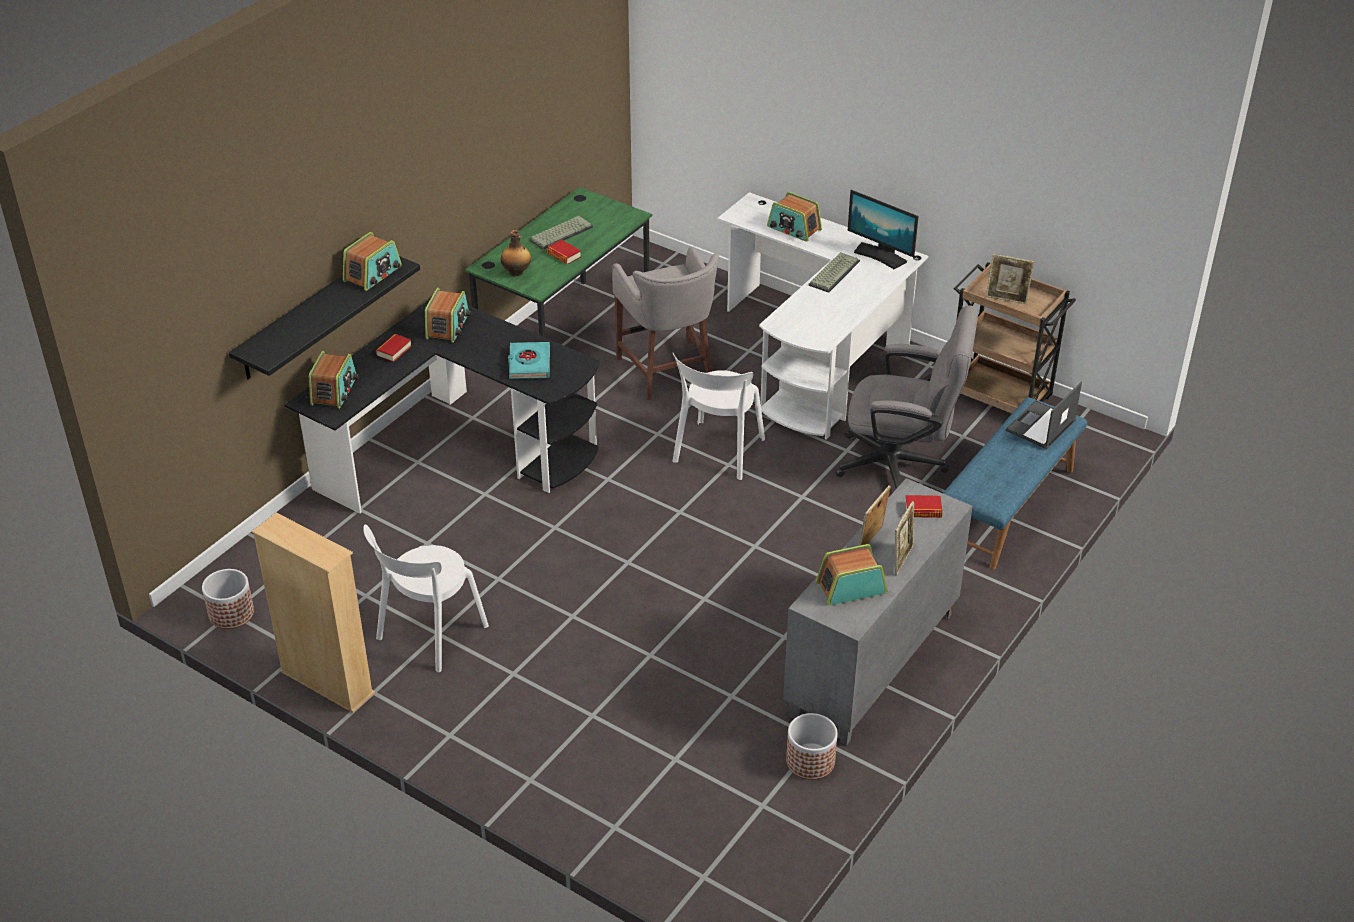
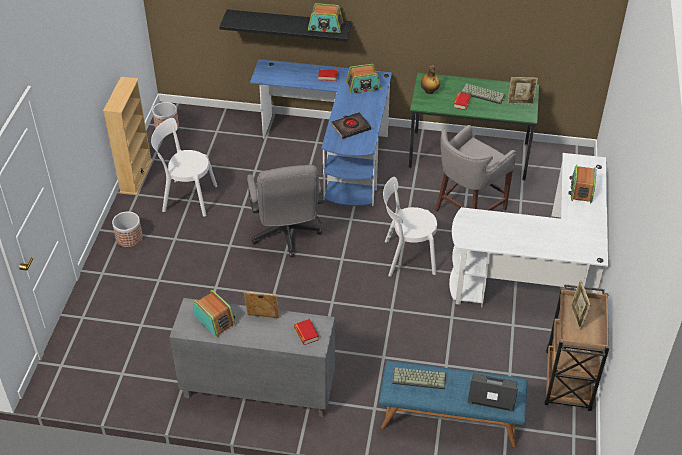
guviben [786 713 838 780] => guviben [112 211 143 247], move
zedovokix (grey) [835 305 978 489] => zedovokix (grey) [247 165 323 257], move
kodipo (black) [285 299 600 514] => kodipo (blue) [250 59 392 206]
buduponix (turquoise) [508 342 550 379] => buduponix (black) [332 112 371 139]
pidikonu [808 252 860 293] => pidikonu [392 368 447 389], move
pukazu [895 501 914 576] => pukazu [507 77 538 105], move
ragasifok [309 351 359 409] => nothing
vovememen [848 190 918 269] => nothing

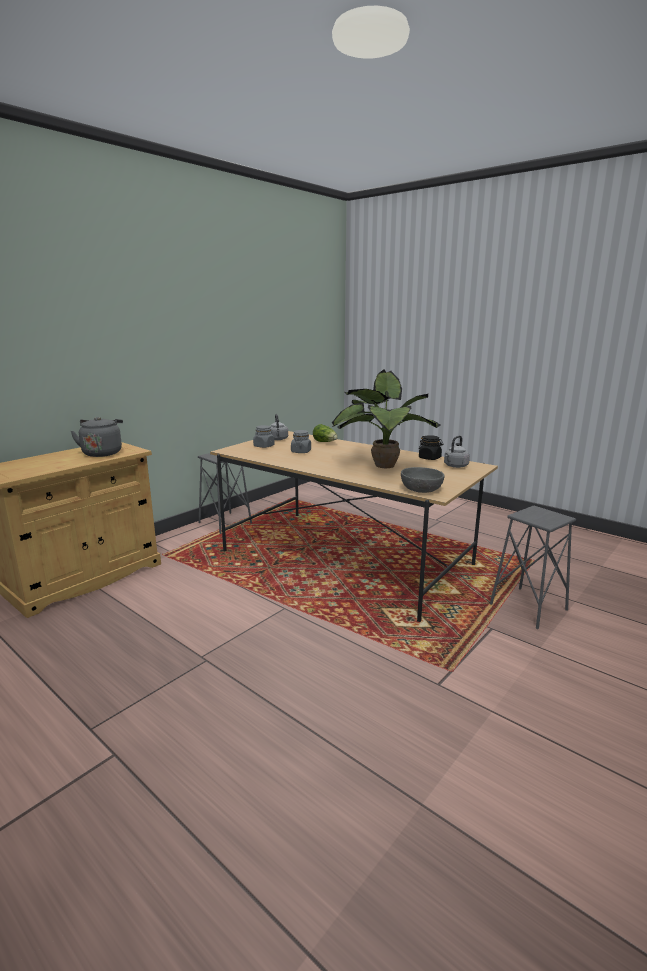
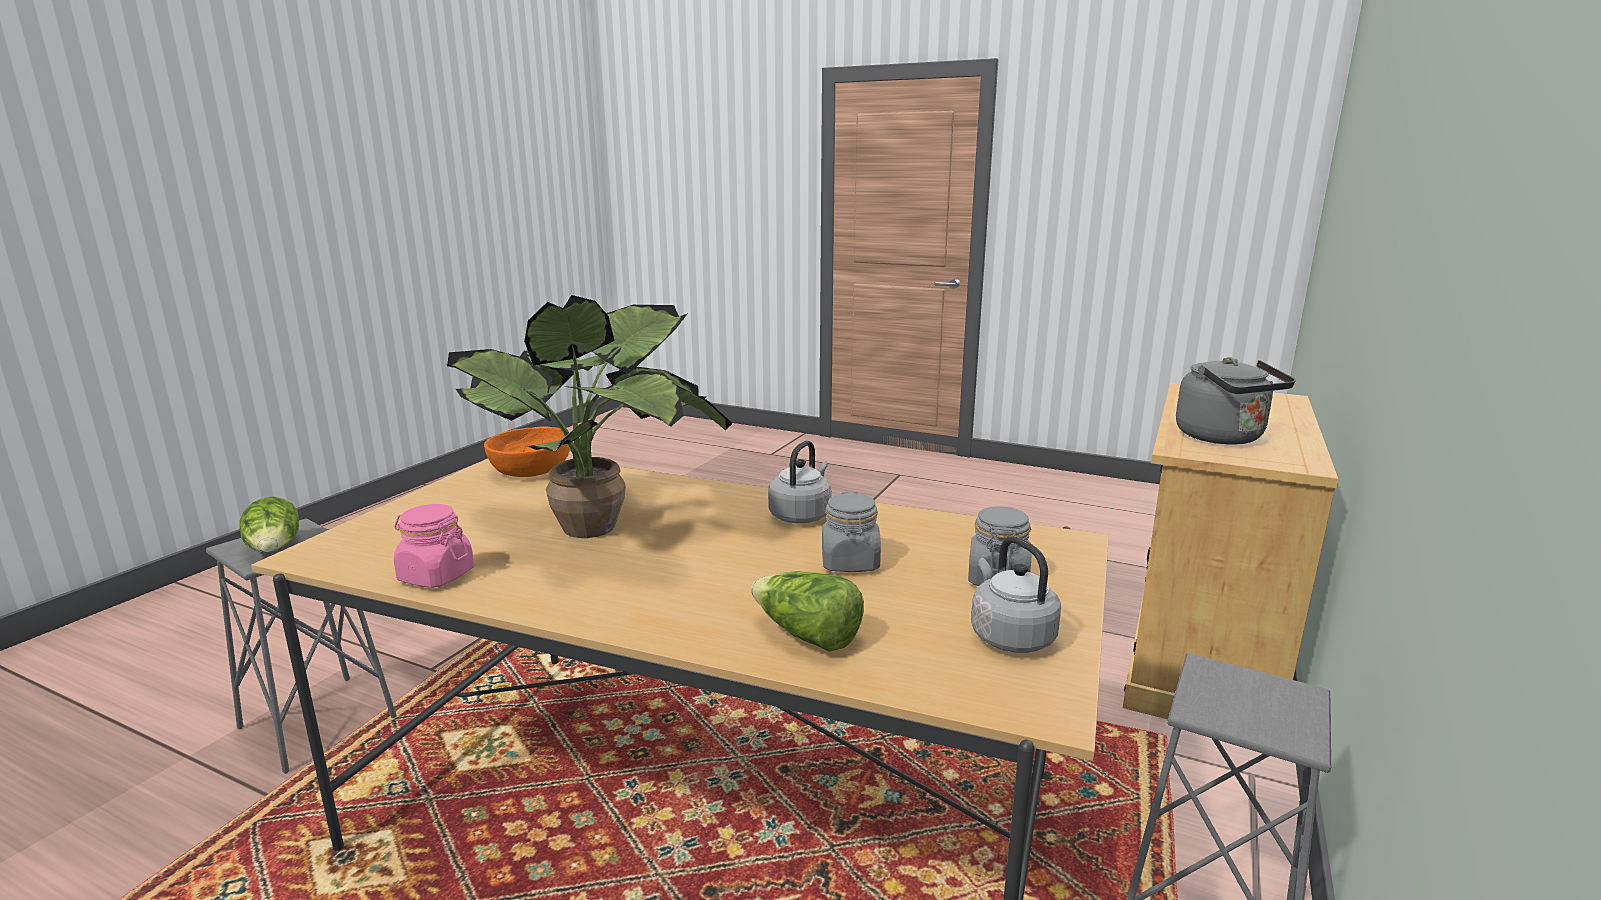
nothing => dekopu [239 497 299 553]
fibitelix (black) [419 435 443 460] => fibitelix (pink) [394 504 474 588]
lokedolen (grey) [401 467 444 493] => lokedolen (orange) [484 426 570 477]
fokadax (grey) [444 435 470 468] => fokadax (grey) [768 440 832 523], move

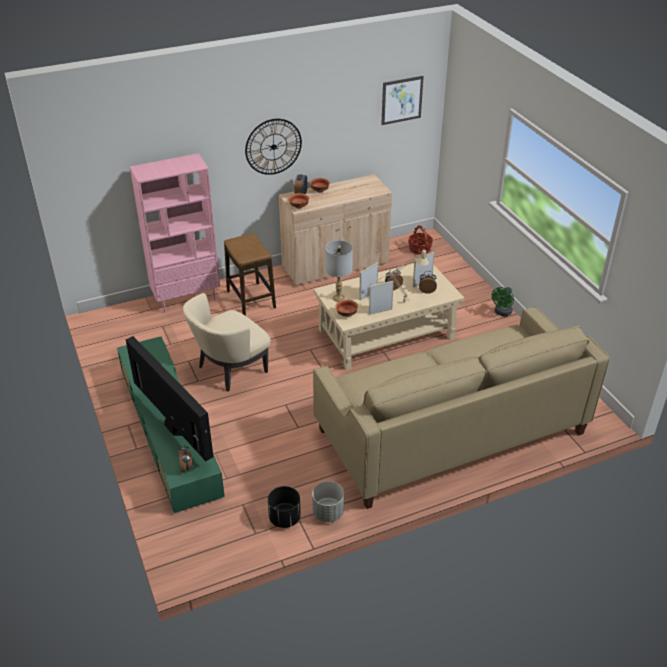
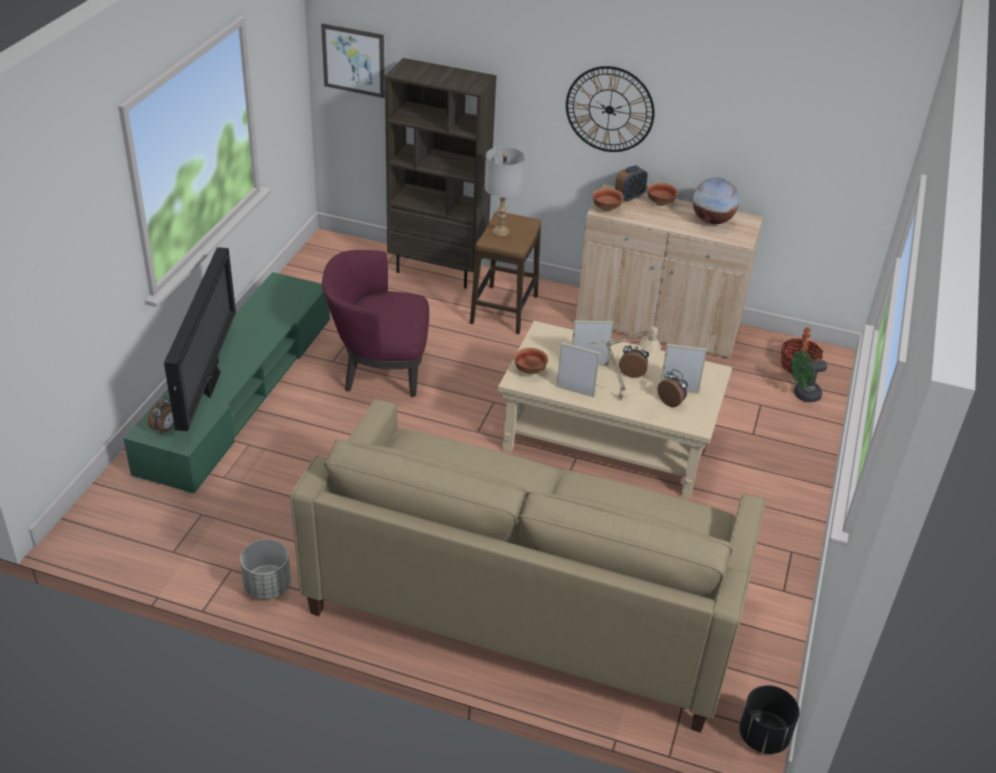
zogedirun [381 76 424 125] => zogedirun [321 23 385 98], move
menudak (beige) [183 293 271 392] => menudak (purple) [322 250 429 397]
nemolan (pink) [130 153 220 313] => nemolan (brown) [385 58 496 289]
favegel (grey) [325 240 353 302] => favegel (grey) [485 147 525 236], move
nothing => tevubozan [692 178 739 224]
guviben (black) [268 486 301 528] => guviben (black) [739 685 800 754], move
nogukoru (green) [492 287 514 316] => nogukoru (green) [791 351 827 402], move

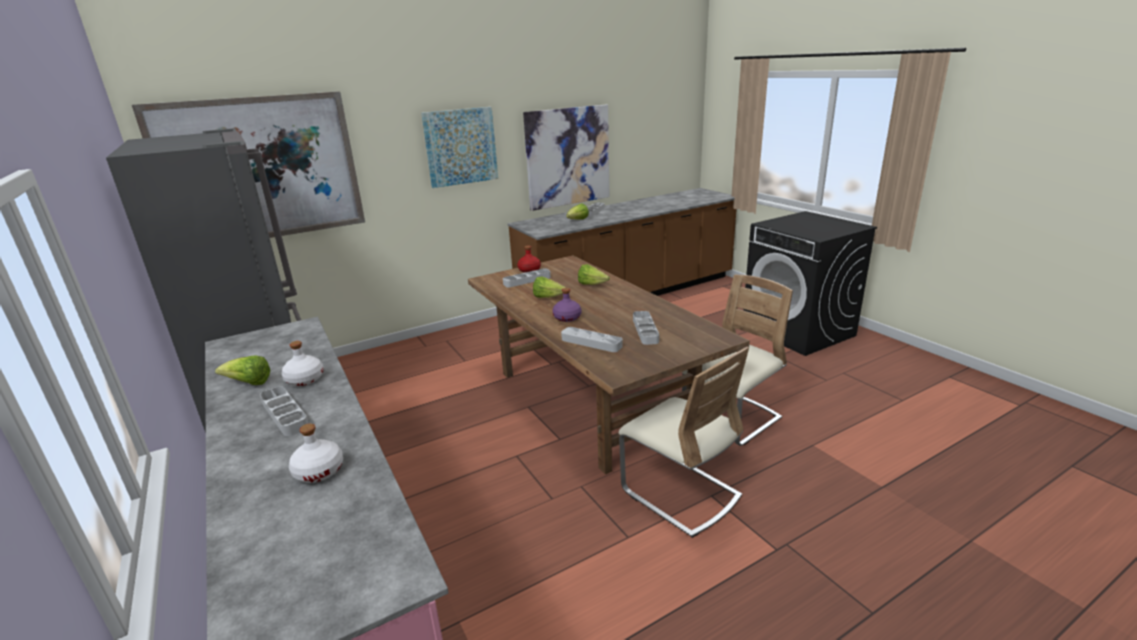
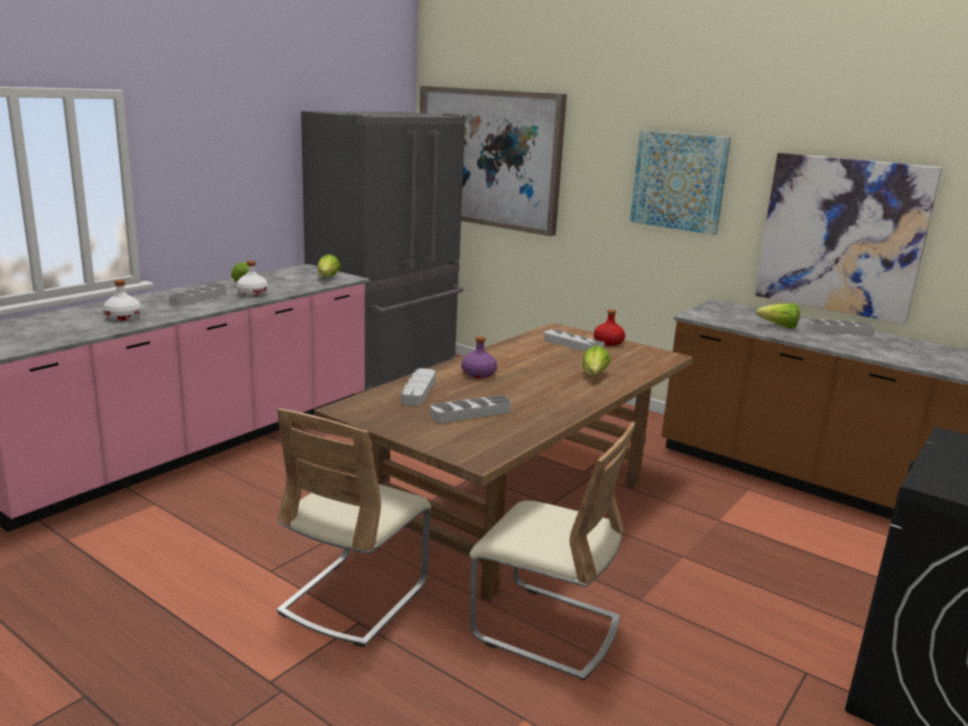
dekopu [533 276 566 298] => dekopu [318 254 340 277], move

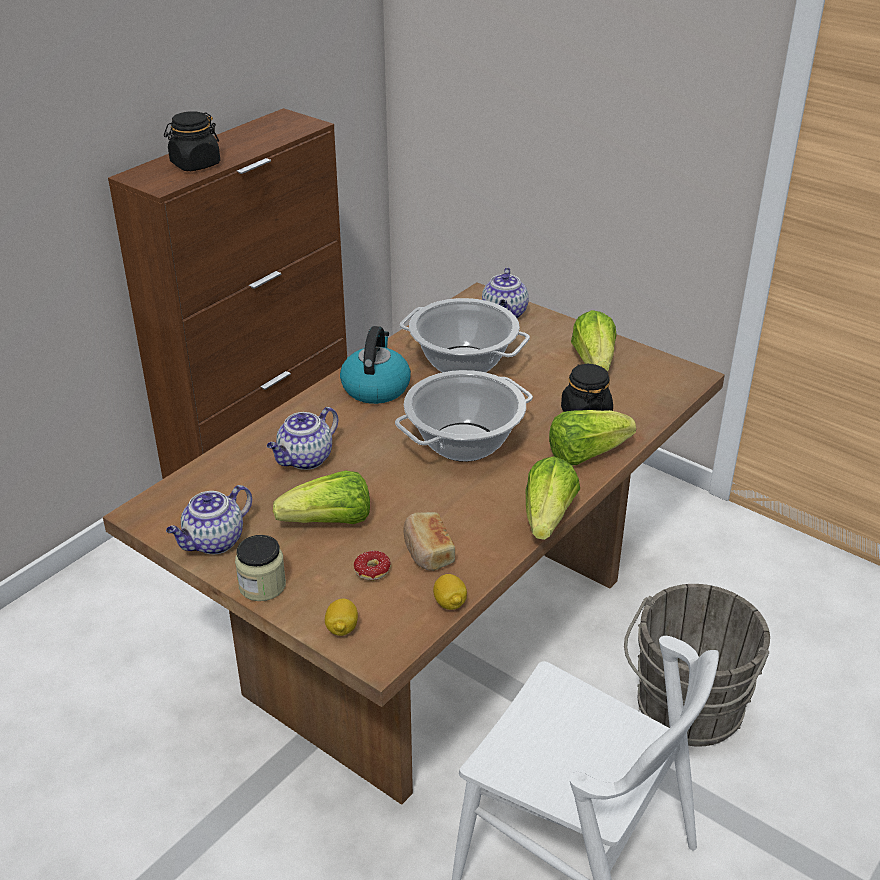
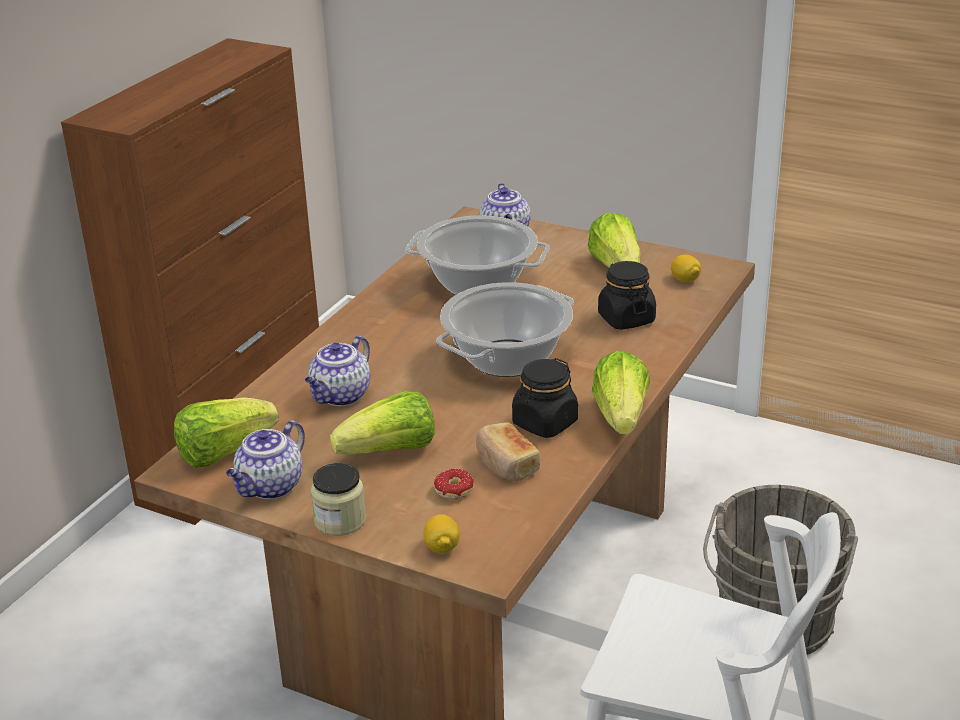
dekopu [549 410 636 465] => dekopu [174 397 279 468], move
fibitelix (black) [164 111 220 171] => fibitelix (black) [512 358 578 438], move
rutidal [433 574 467 610] => rutidal [671 255 701 282], move
fokadax [340 326 411 404] => nothing

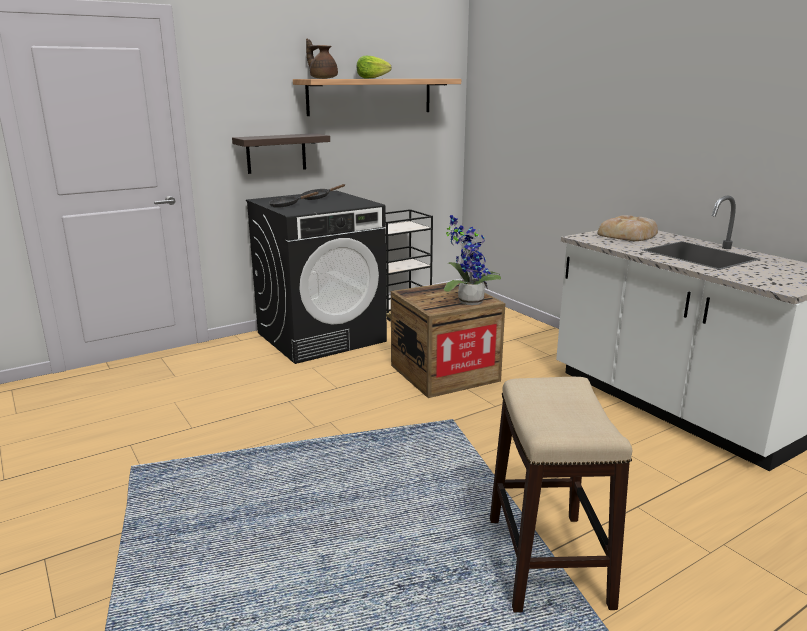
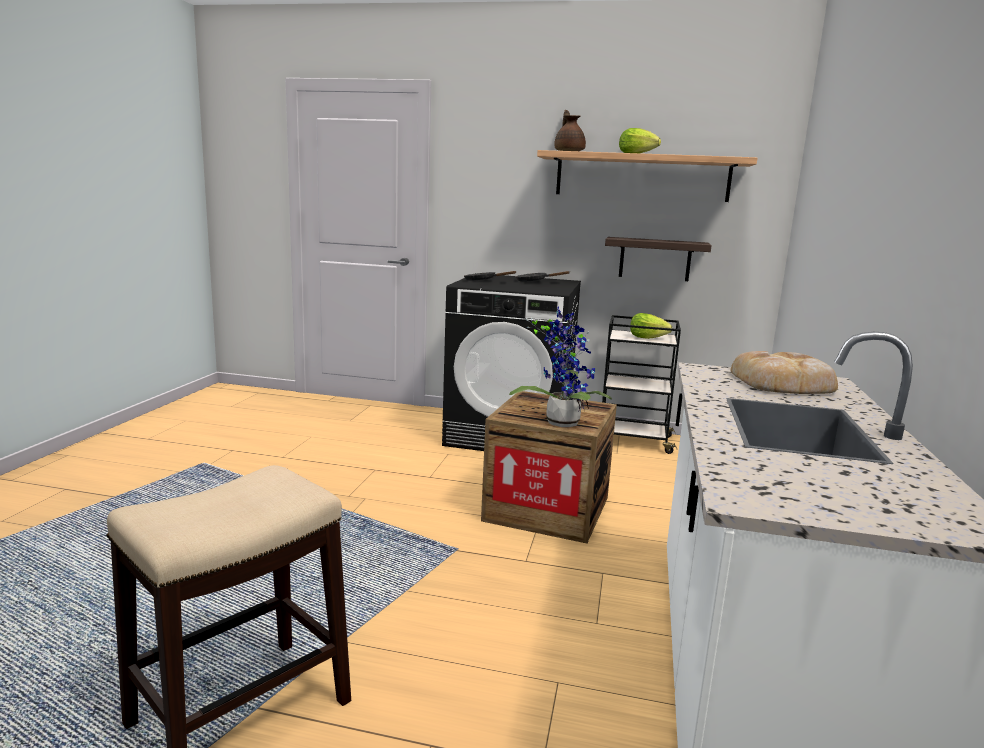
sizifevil [232 133 330 174] => sizifevil [605 237 712 281], move
nothing => dekopu [630 313 672 339]

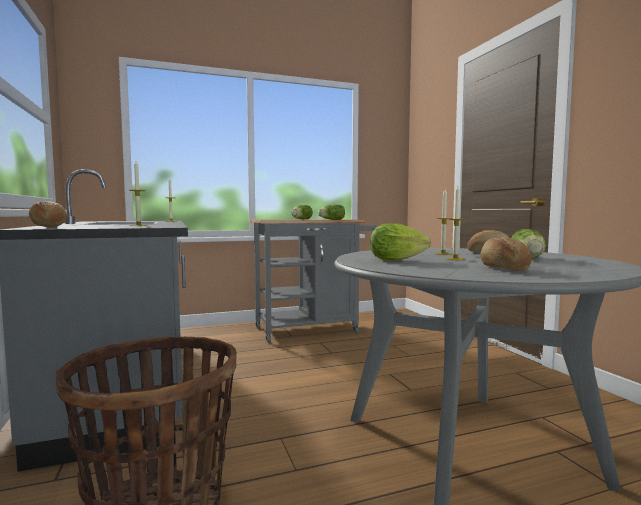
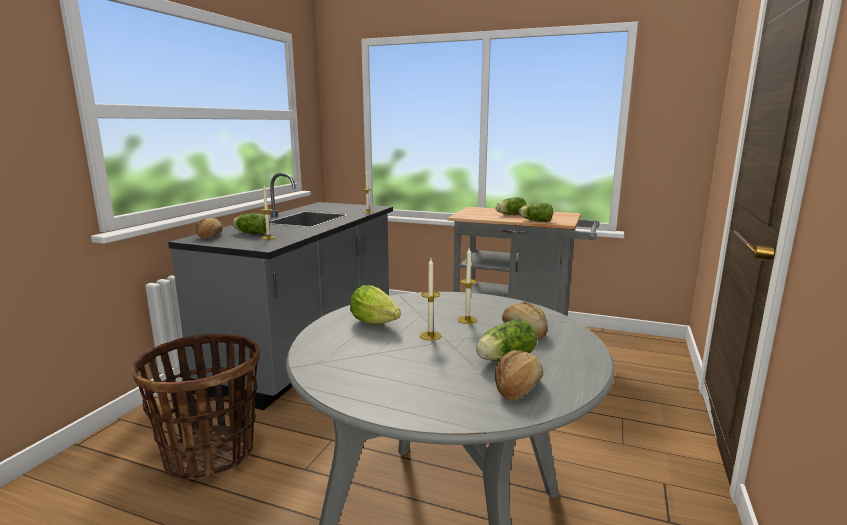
nothing => dekopu [232 213 266 234]
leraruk [480 237 532 271] => leraruk [495 350 543 400], move

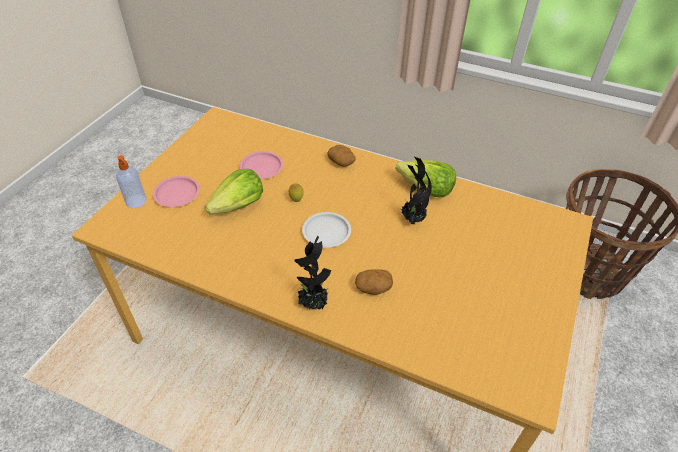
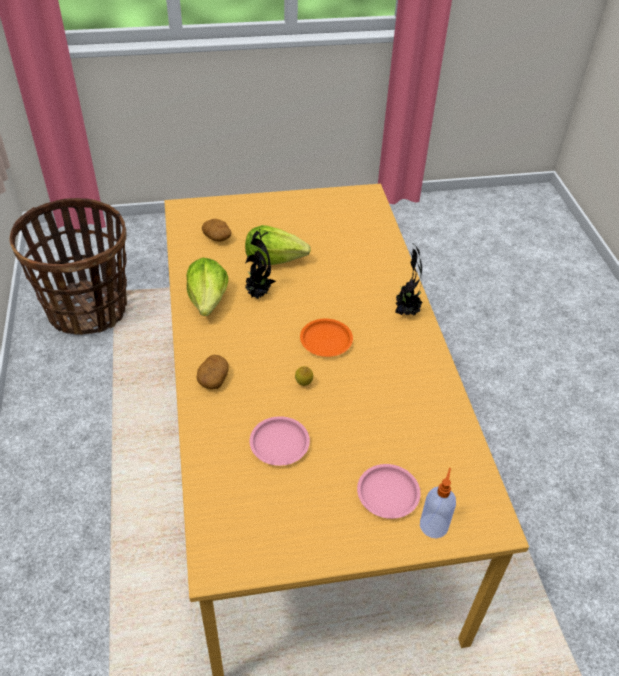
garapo [355 269 393 295] => garapo [202 219 231 242], move
dekopu [205 169 263 214] => dekopu [245 225 311 265], move
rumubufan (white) [302 212 351 248] => rumubufan (orange) [300 319 353 357]

